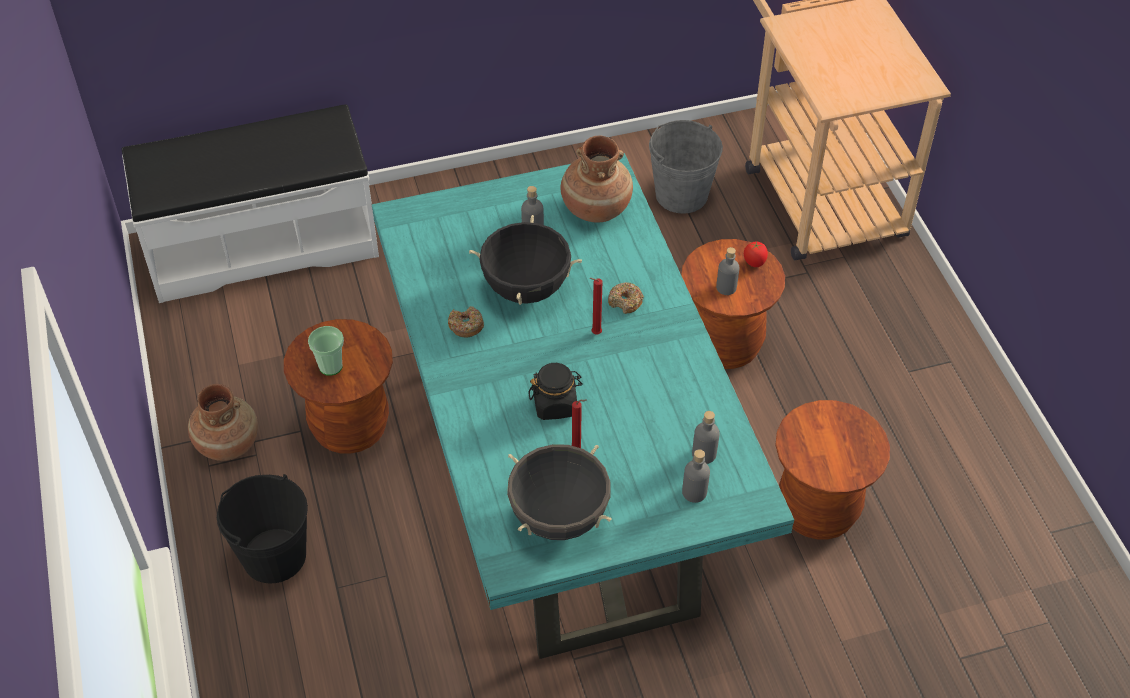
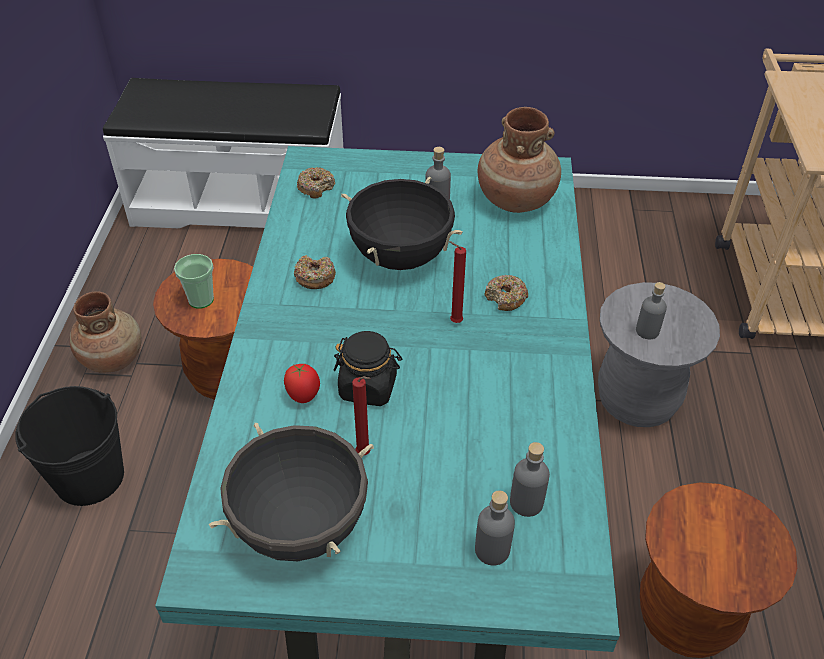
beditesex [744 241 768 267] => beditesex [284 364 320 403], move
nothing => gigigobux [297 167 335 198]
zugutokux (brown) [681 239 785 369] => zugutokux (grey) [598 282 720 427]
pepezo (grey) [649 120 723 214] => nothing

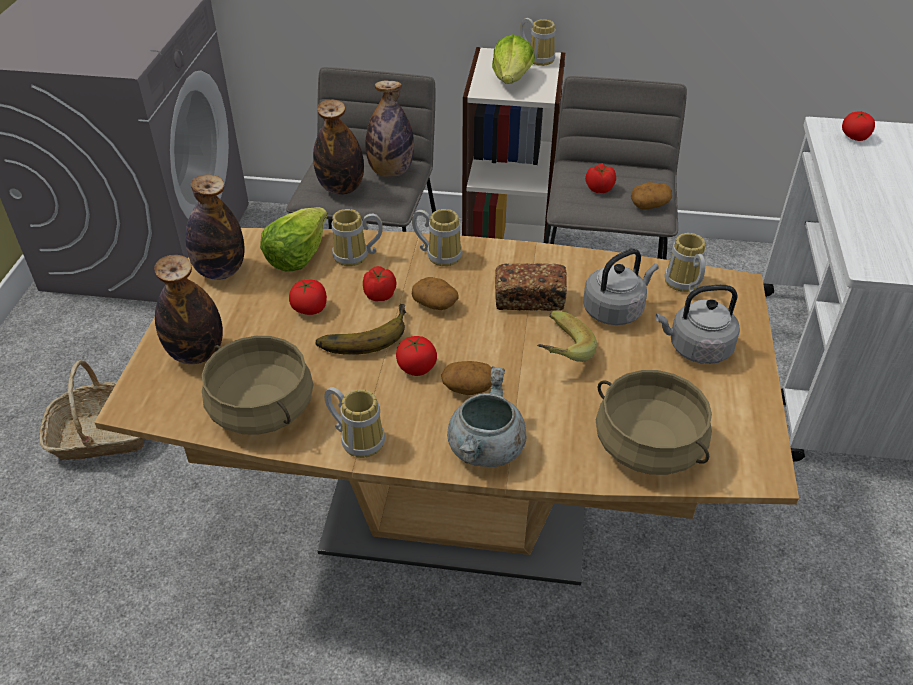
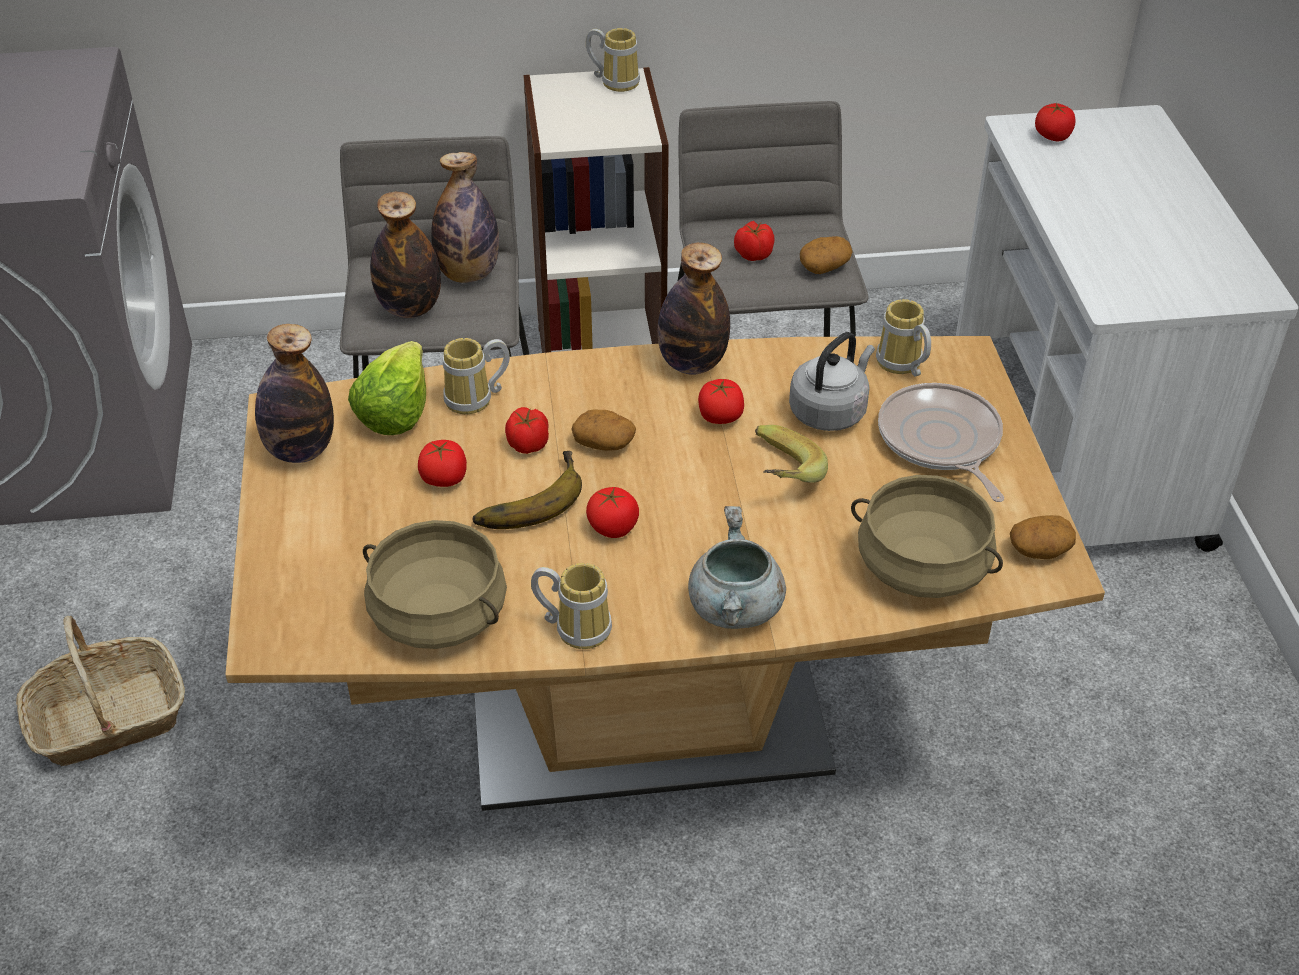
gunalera [154 255 223 364] => gunalera [658 243 730 375], move
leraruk [495 263 567 311] => beditesex [698 379 744 424]
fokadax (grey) [656 285 740 364] => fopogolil [878 383 1004 502]
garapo [441 361 492 395] => garapo [1010 515 1076 559], move
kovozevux [412 209 462 266] => nothing
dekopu [492 34 535 84] => nothing

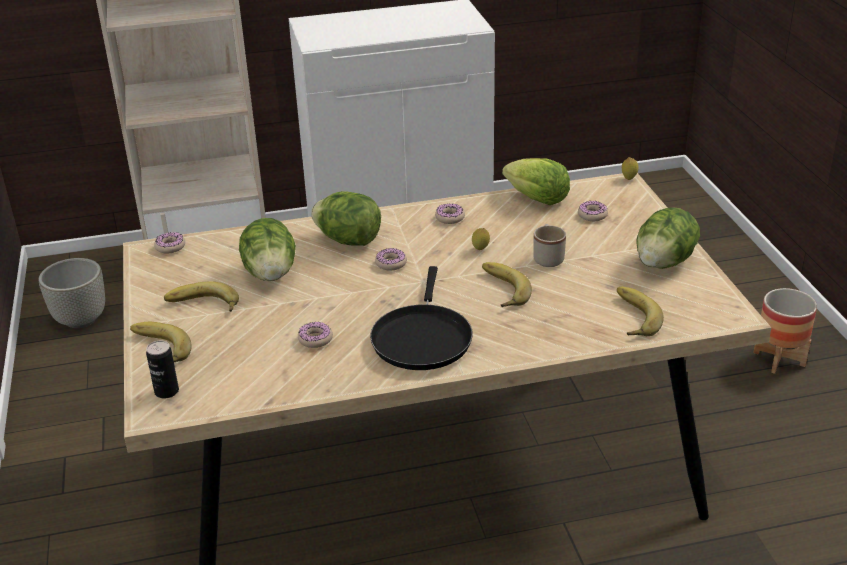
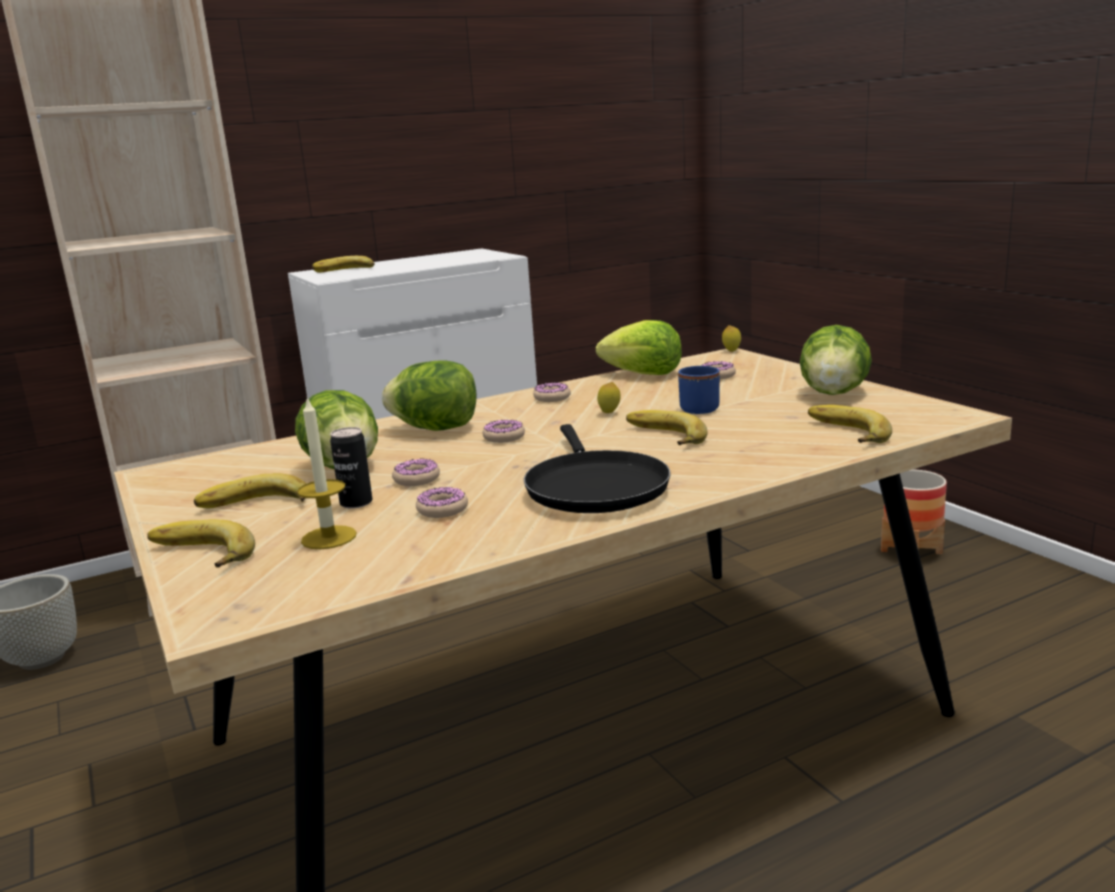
nothing => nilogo [297 396 357 549]
nothing => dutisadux [312 256 375 273]
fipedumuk [146 340 179 399] => fipedumuk [330 427 373 509], move
gigigobux [154 232 185 253] => gigigobux [392 458 440 486], move
kovozevux (beige) [533 224 566 267] => kovozevux (blue) [678 366 720 414]

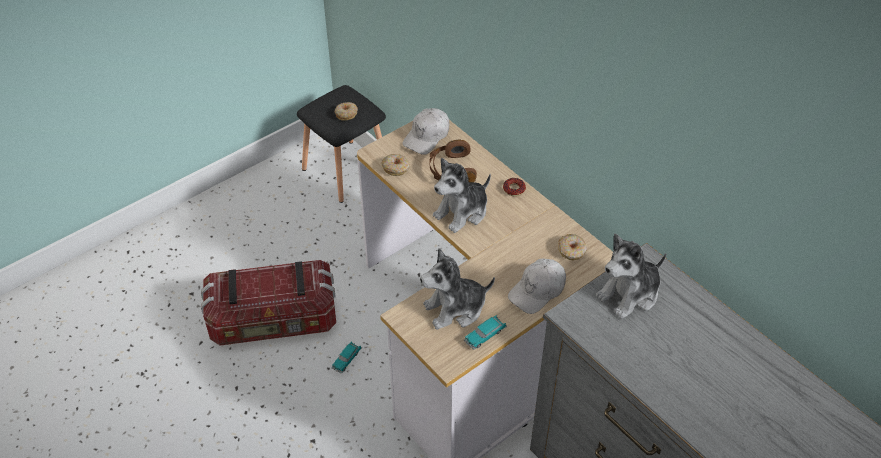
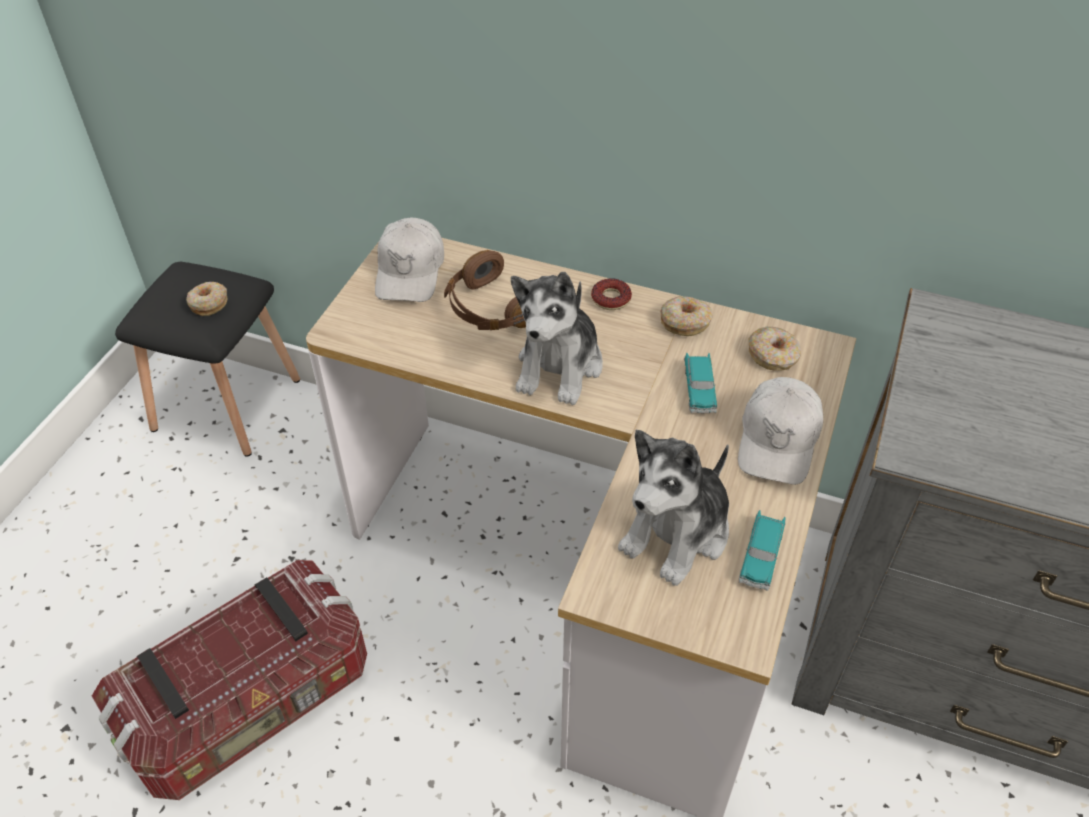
gigigobux [382 154 410 176] => gigigobux [660 296 712 336], move
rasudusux [332 341 362 373] => rasudusux [684 353 717 413], move
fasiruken [596 233 666 319] => nothing

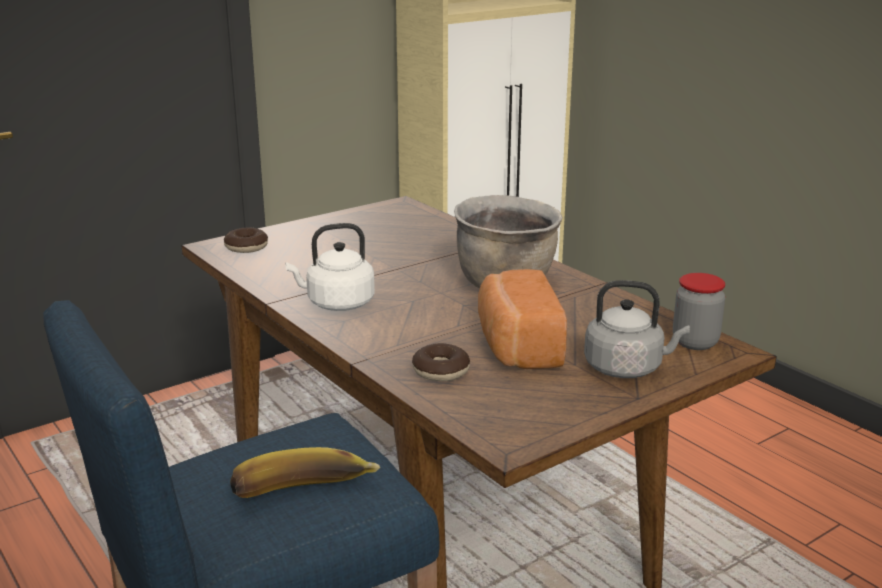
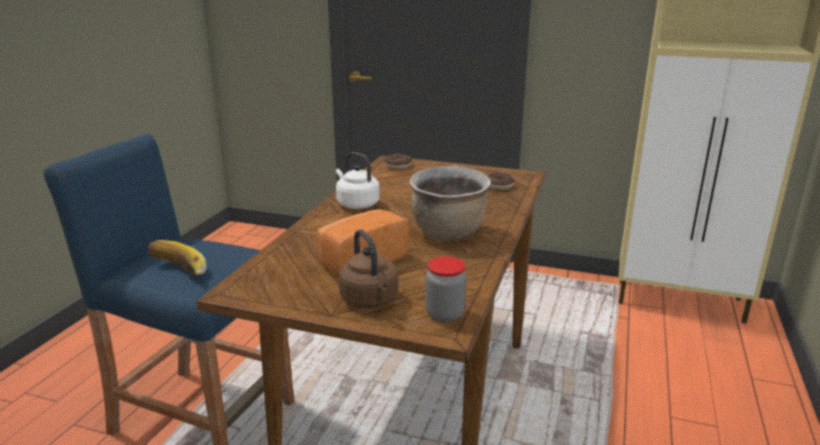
fokadax (grey) [584 280 690 378] => fokadax (brown) [339 229 398 308]
gigigobux [412 343 470 381] => gigigobux [487 173 514 190], move

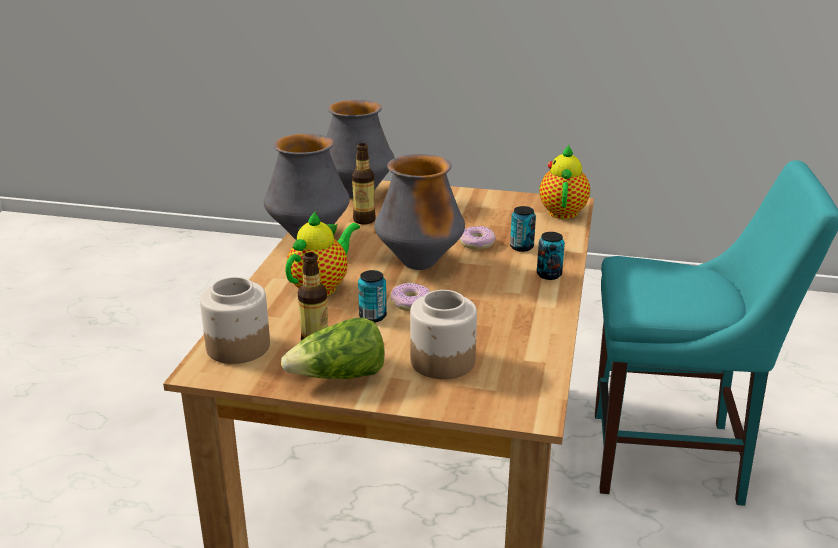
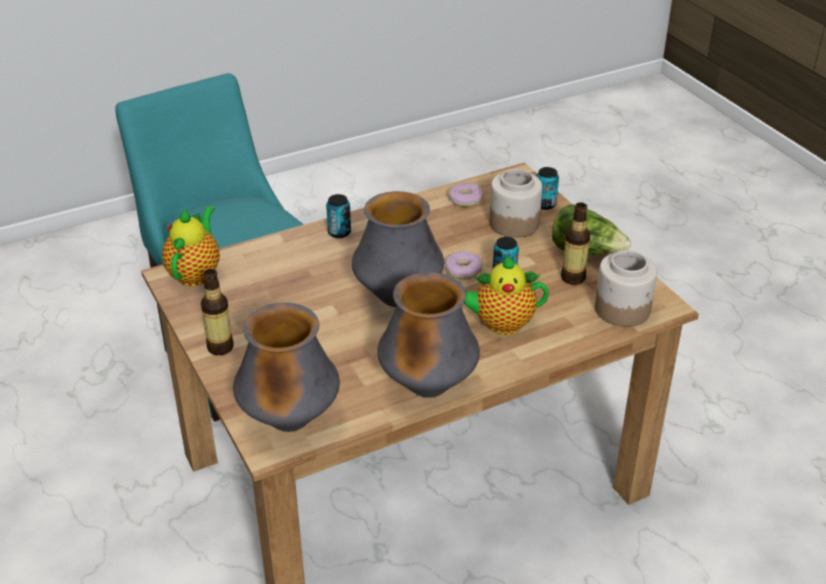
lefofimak [539 144 590 219] => lefofimak [162 206 220 287], 135 degrees clockwise
gunalera [352 143 376 225] => gunalera [201 269 233 355], move
gigigobux [459 226 496 250] => gigigobux [448 183 484 207], move
fipedumuk [510 206 536 252] => fipedumuk [536 167 559 210], move

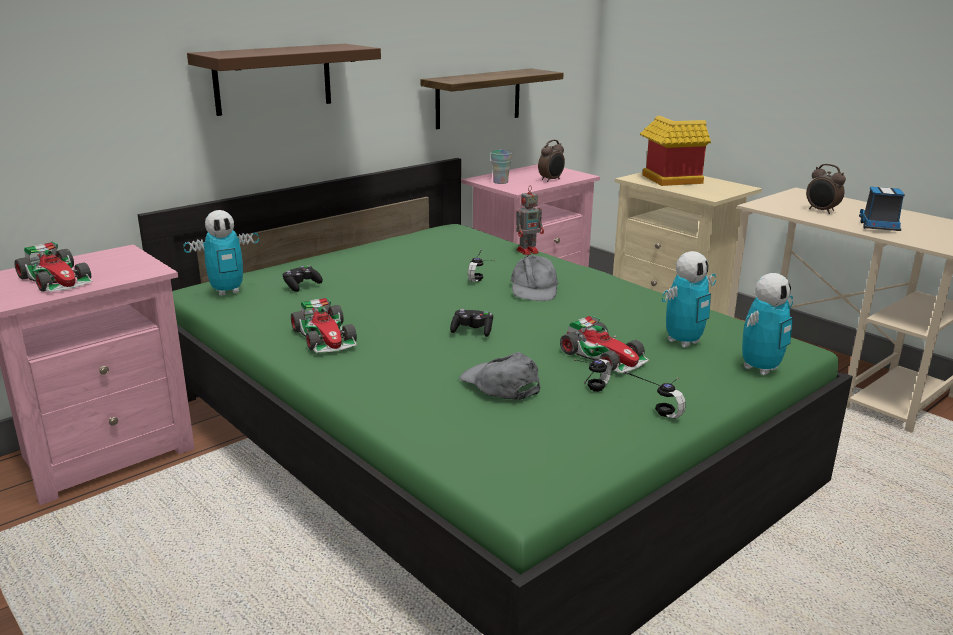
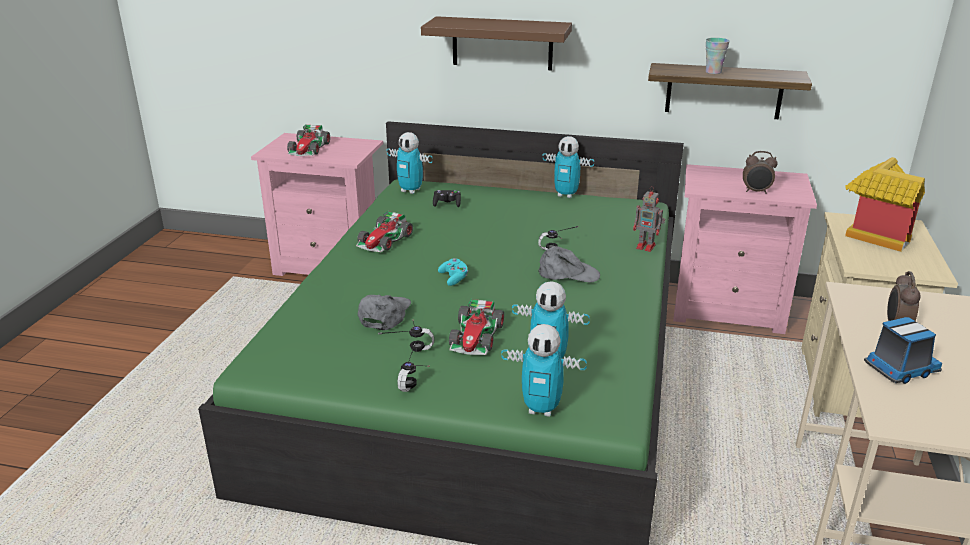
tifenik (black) [450 309 493 337] => tifenik (turquoise) [438 258 468 286]
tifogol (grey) [511 255 559 301] => tifogol (grey) [538 246 600 283], 135 degrees counterclockwise
nothing => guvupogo [543 136 594 198]
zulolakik [490 150 512 184] => zulolakik [706 38 730 74], move

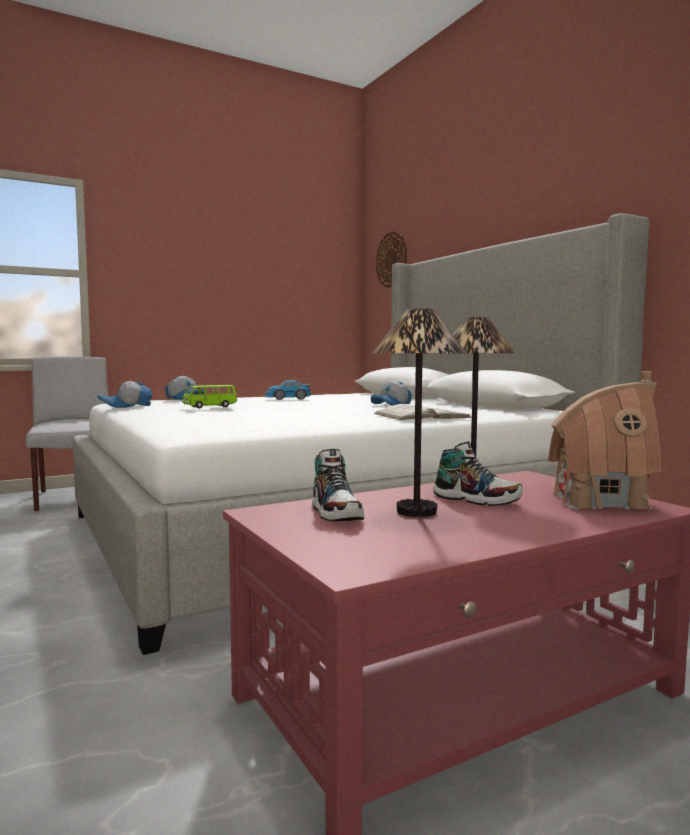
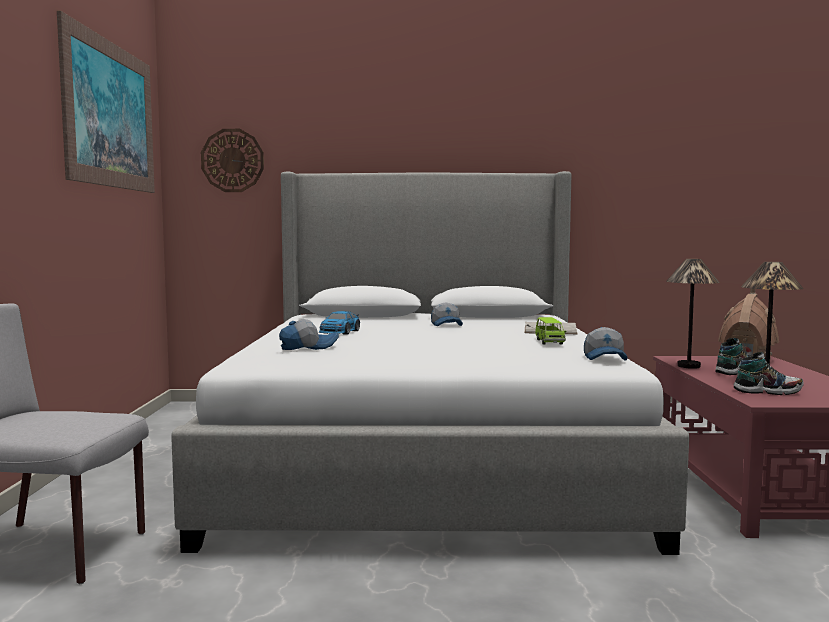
nothing => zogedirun [57 10 155 193]
rasudusux (green) [182 385 237 409] => rasudusux (green) [535 317 566 345], move
tifogol [97 381 152 408] => tifogol [584 327 628 361], move

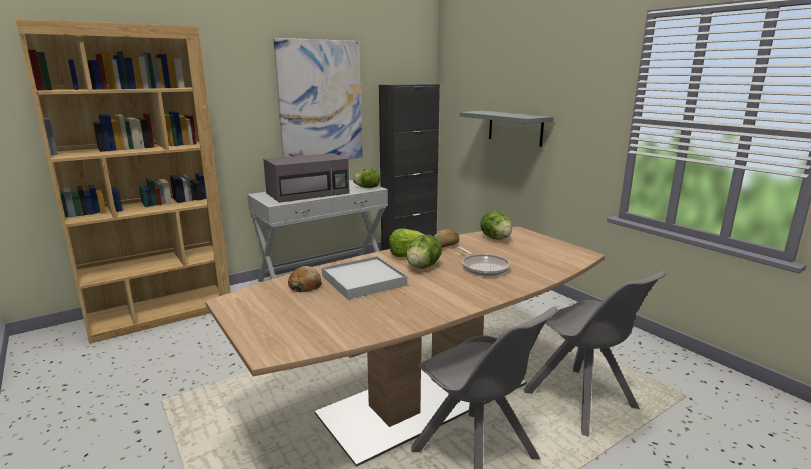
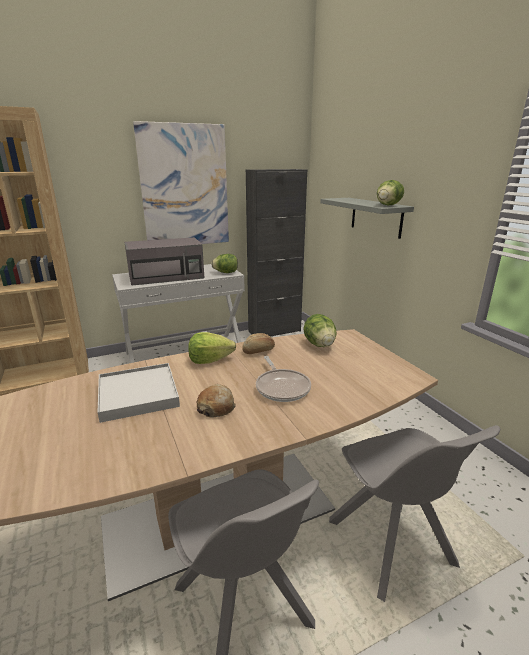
leraruk [288 266 322 292] => leraruk [197 384 236 418], move
dekopu [406 235 442 269] => dekopu [377 180 404 205], move

